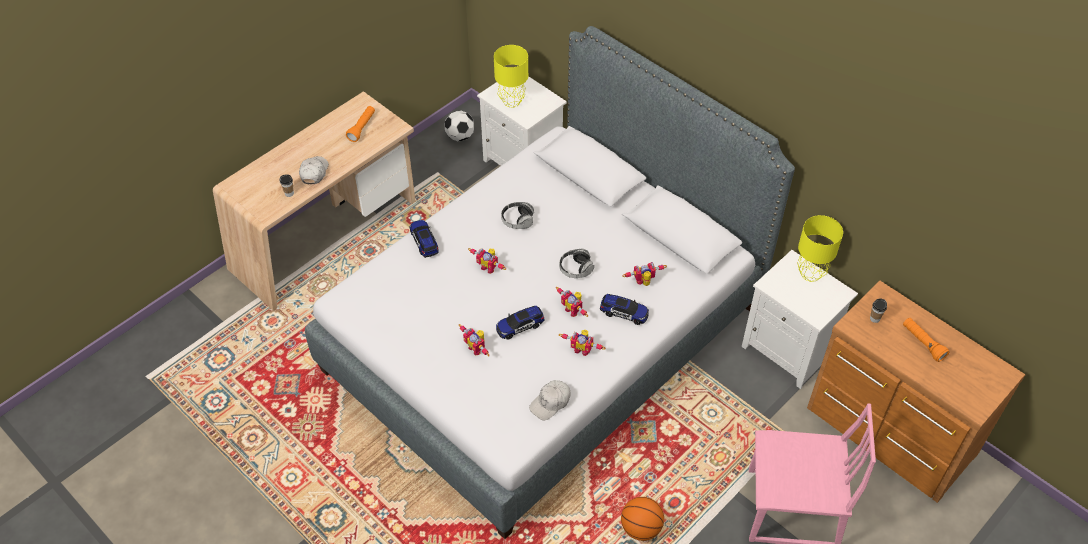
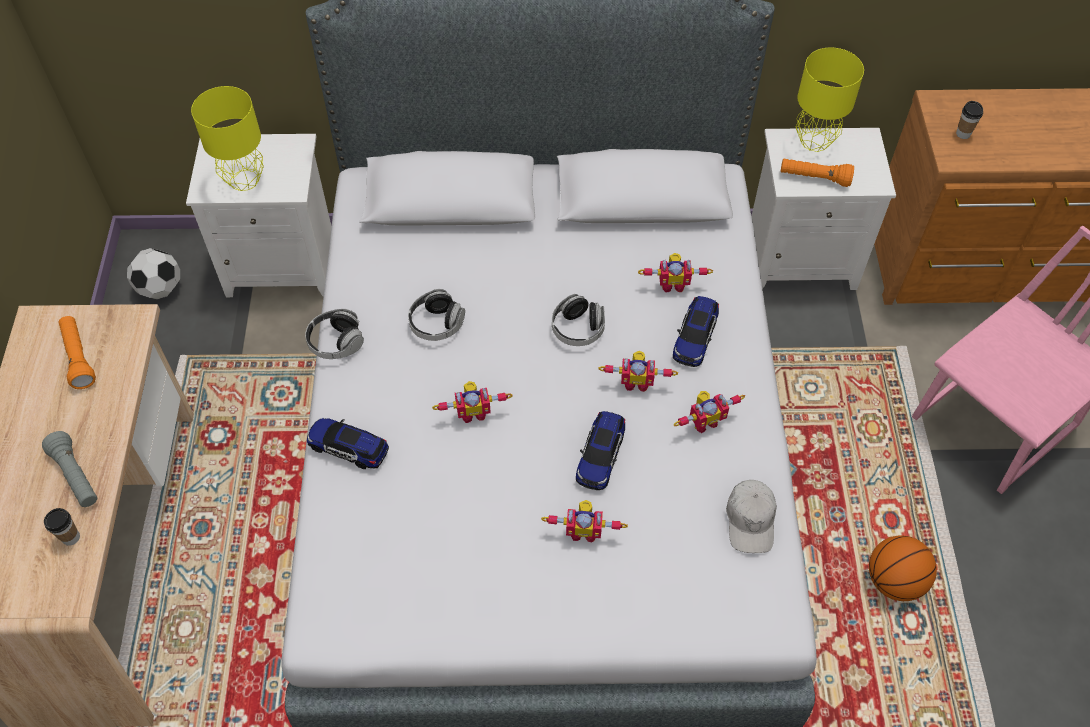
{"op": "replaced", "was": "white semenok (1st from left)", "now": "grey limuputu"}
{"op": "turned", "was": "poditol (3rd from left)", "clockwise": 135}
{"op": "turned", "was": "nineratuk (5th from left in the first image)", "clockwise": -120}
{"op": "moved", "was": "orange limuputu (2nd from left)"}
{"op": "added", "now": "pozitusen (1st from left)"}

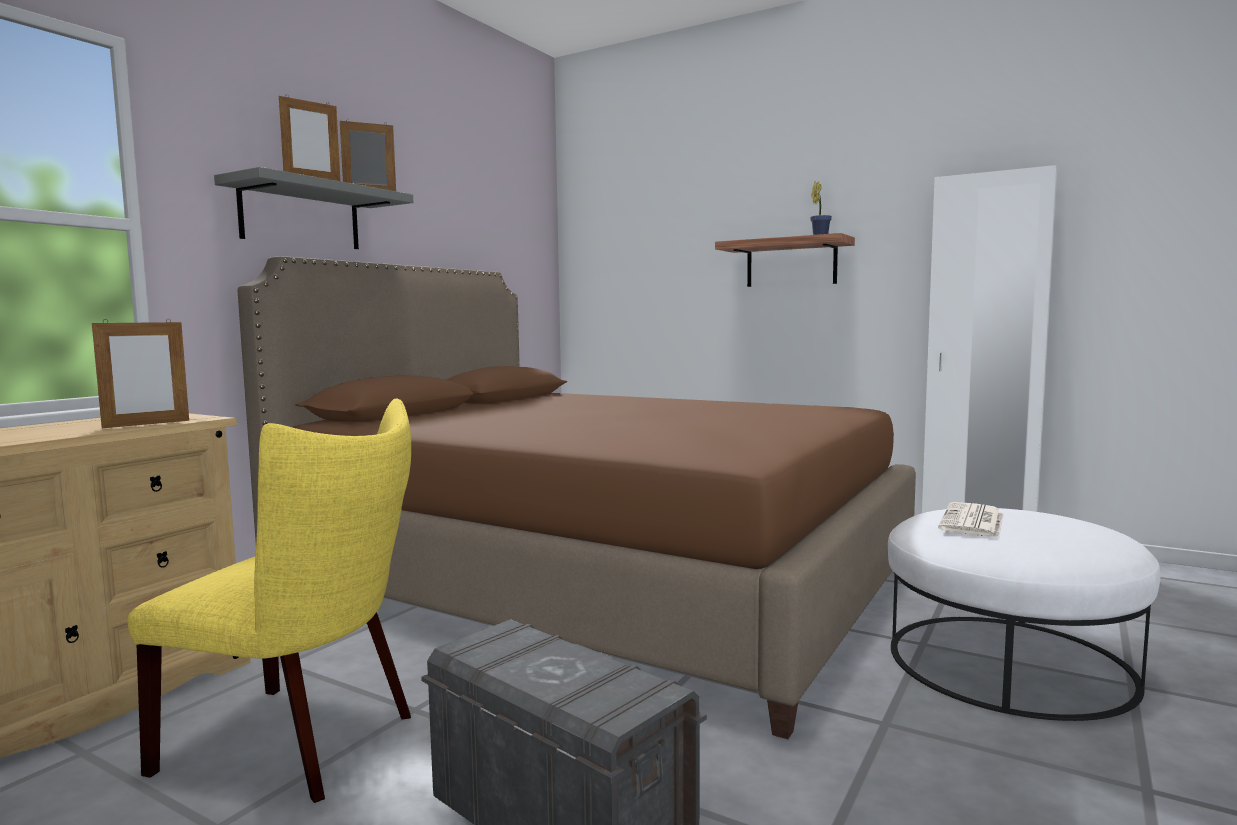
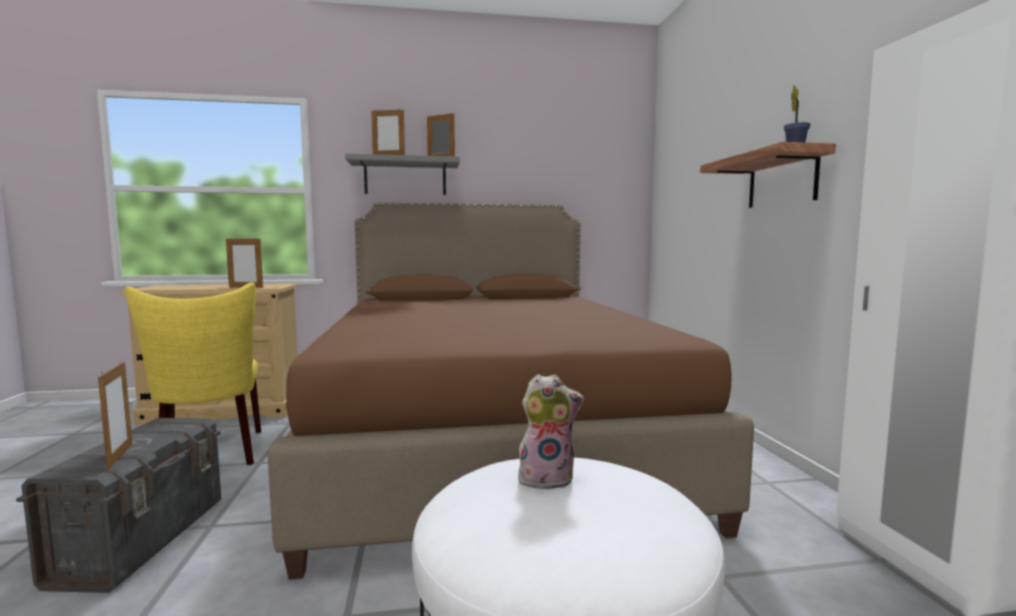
{"op": "replaced", "was": "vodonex", "now": "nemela"}
{"op": "added", "now": "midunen (1st from left)"}

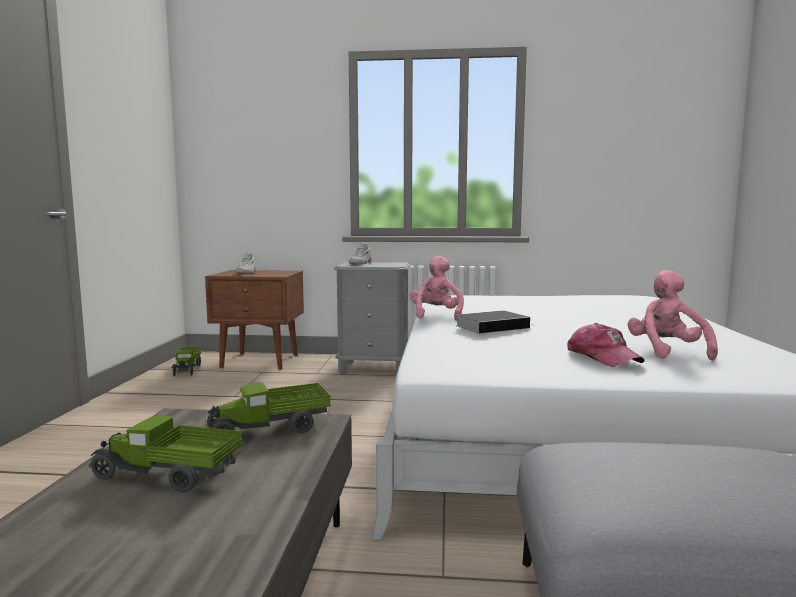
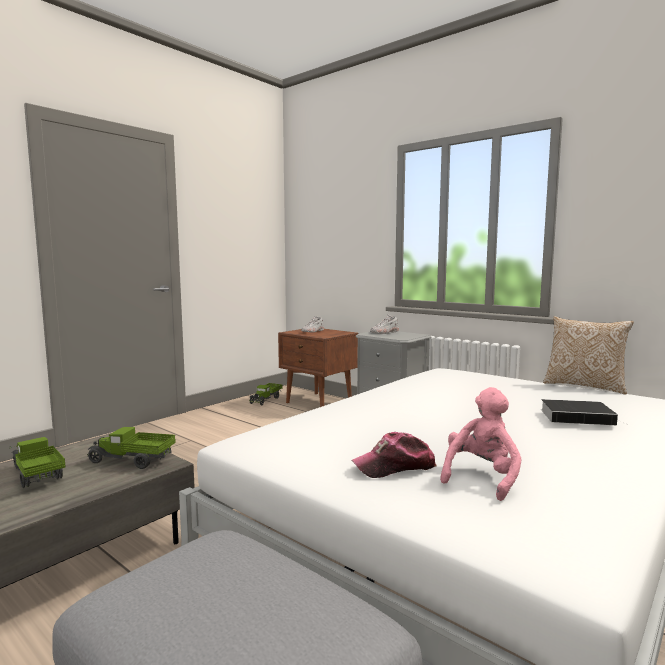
{"op": "removed", "was": "pink nemela (1st from left)"}
{"op": "moved", "was": "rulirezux"}
{"op": "turned", "was": "semenok", "clockwise": 60}
{"op": "added", "now": "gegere"}

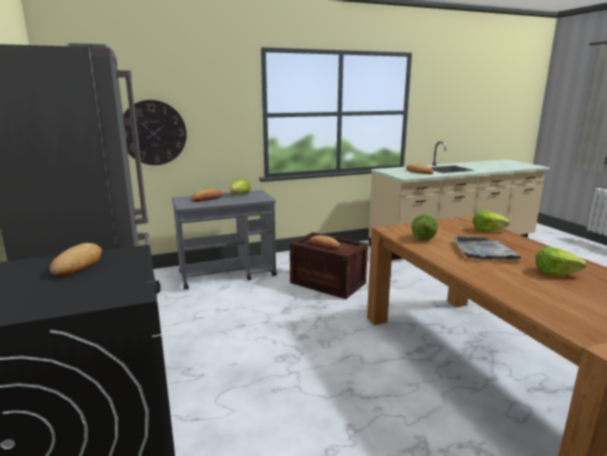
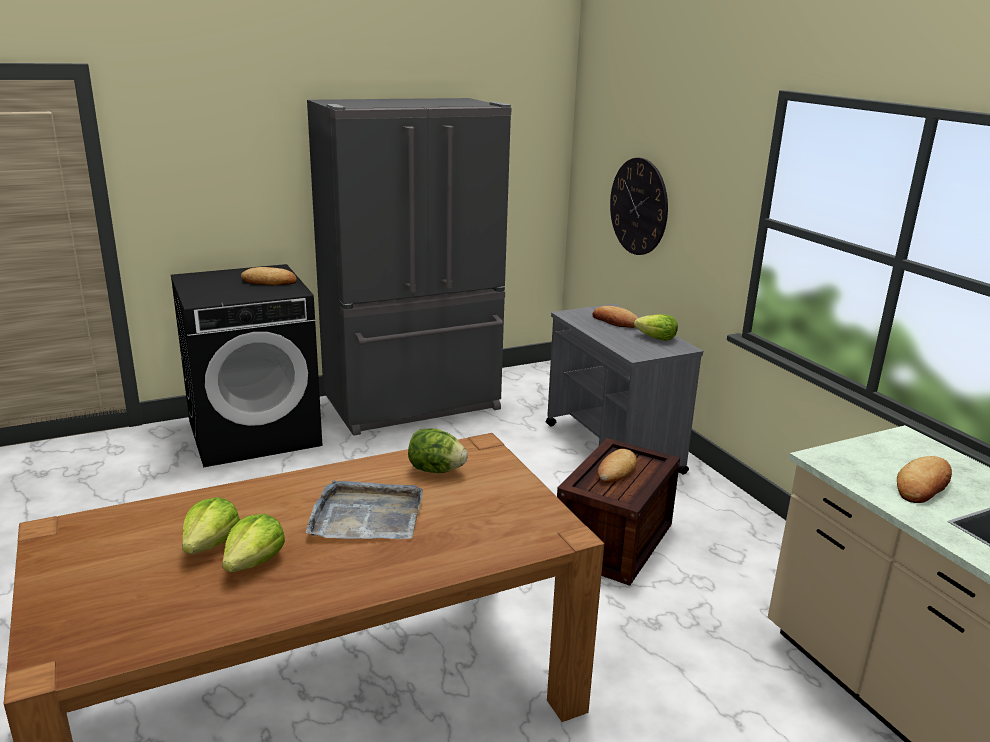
{"op": "moved", "was": "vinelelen (3rd from left in the first image)", "now": "vinelelen (1st from left)"}

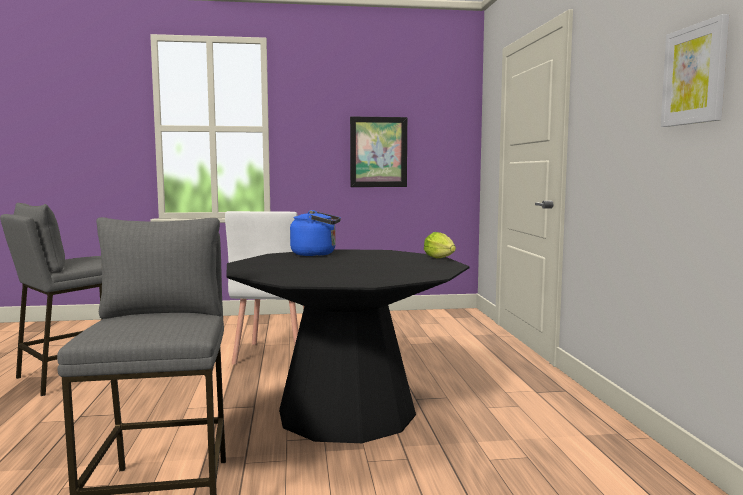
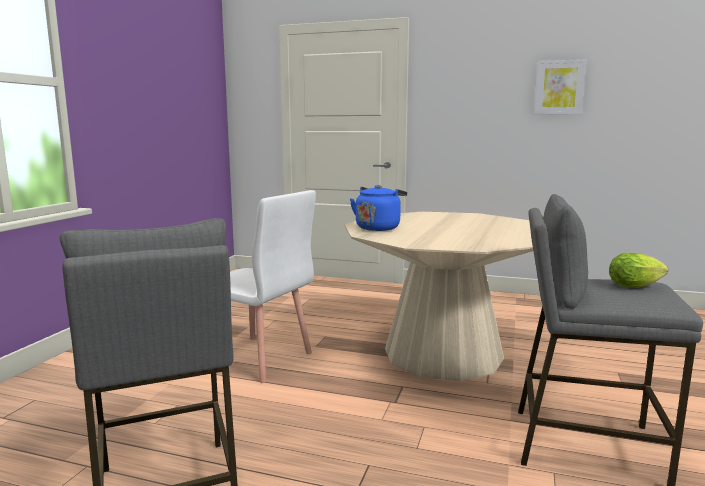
{"op": "recoloured", "was": "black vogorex", "now": "beige vogorex"}
{"op": "removed", "was": "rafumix (1st from left)"}
{"op": "moved", "was": "vinelelen"}

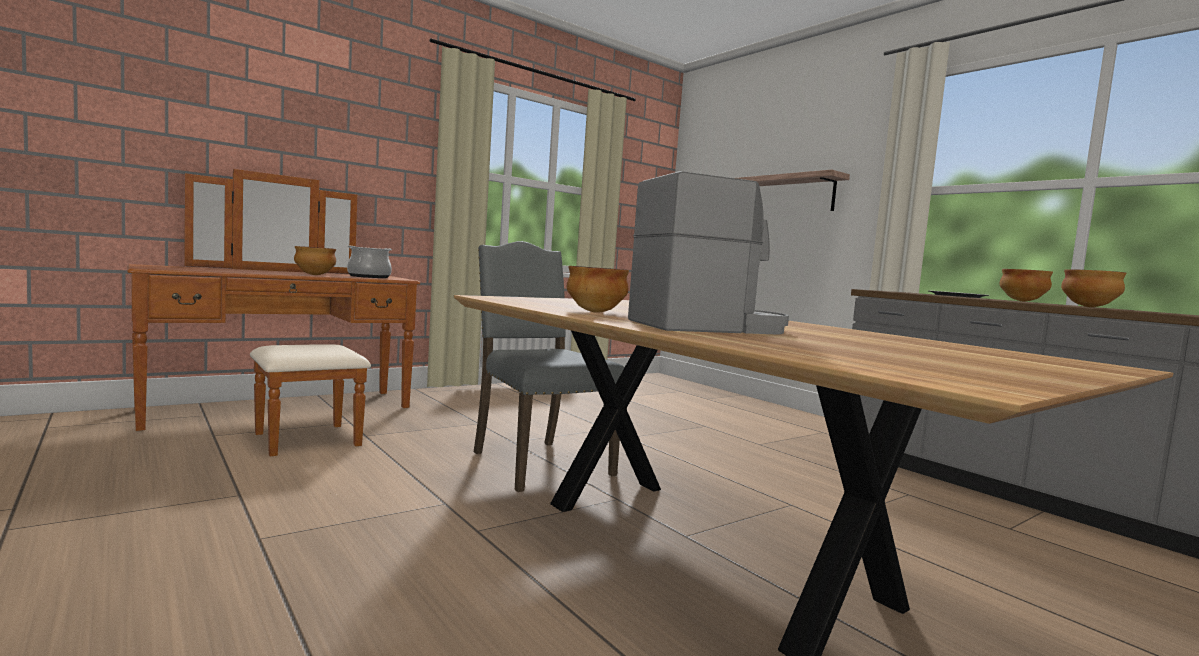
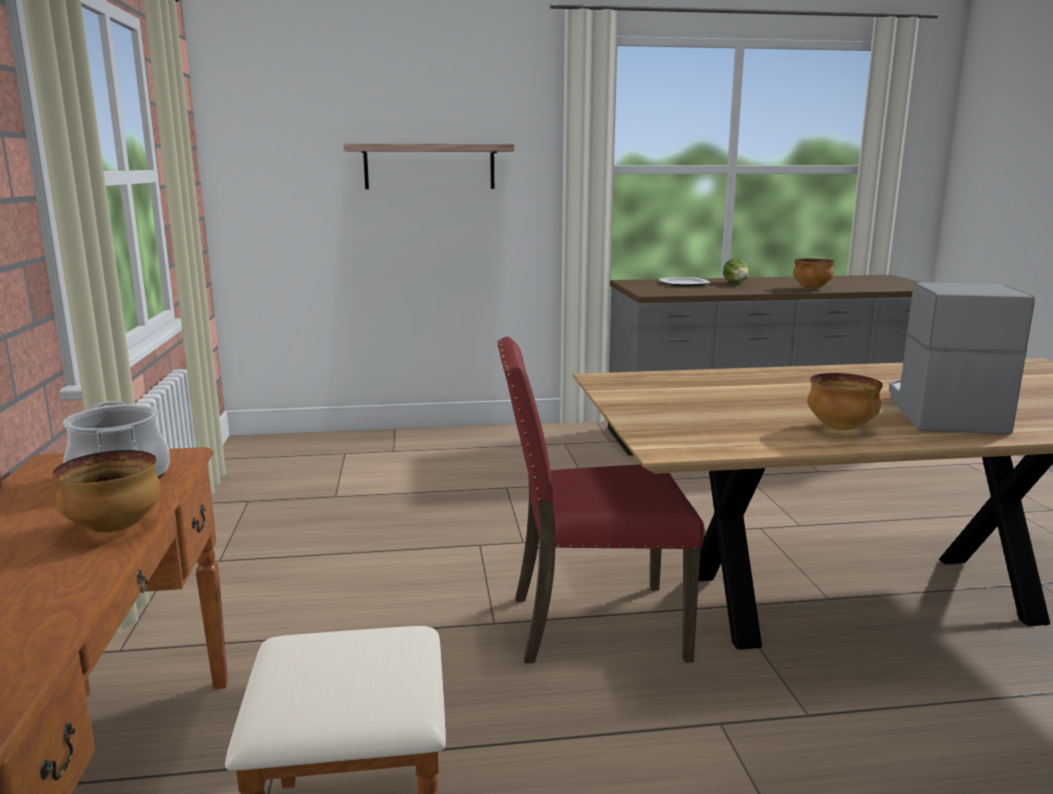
{"op": "recoloured", "was": "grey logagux", "now": "red logagux"}
{"op": "replaced", "was": "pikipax (3rd from left)", "now": "vinelelen"}

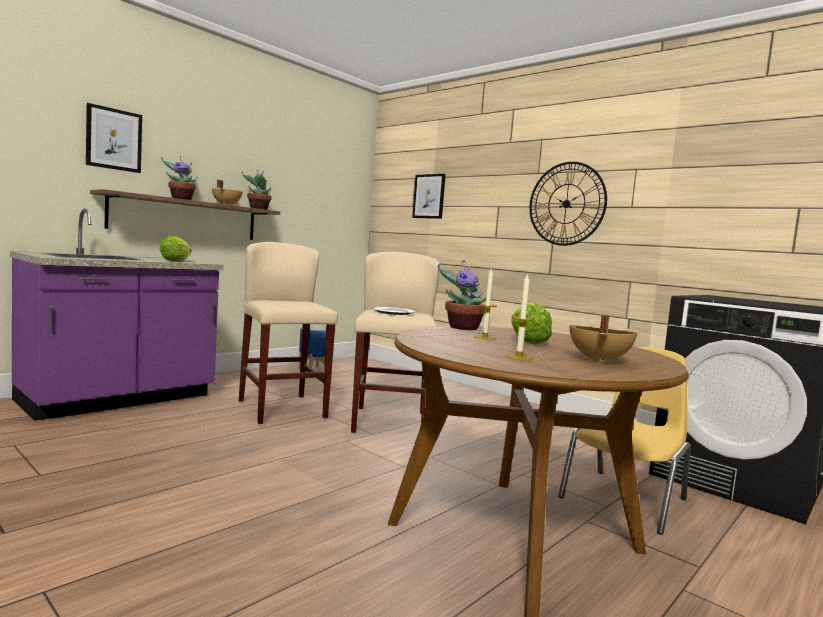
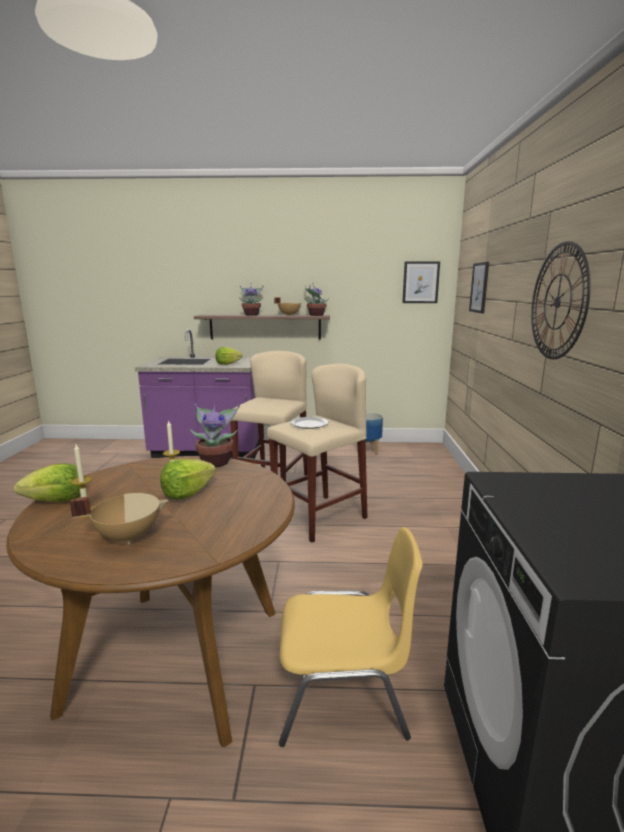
{"op": "moved", "was": "rafumix (1st from left)"}
{"op": "added", "now": "vinelelen (1st from left)"}

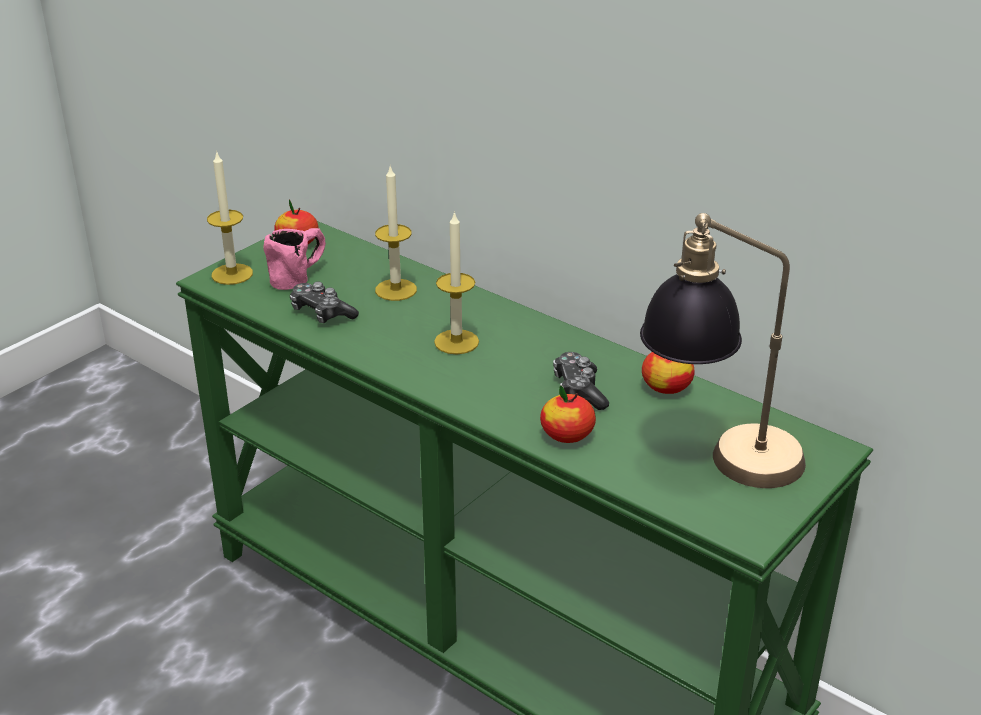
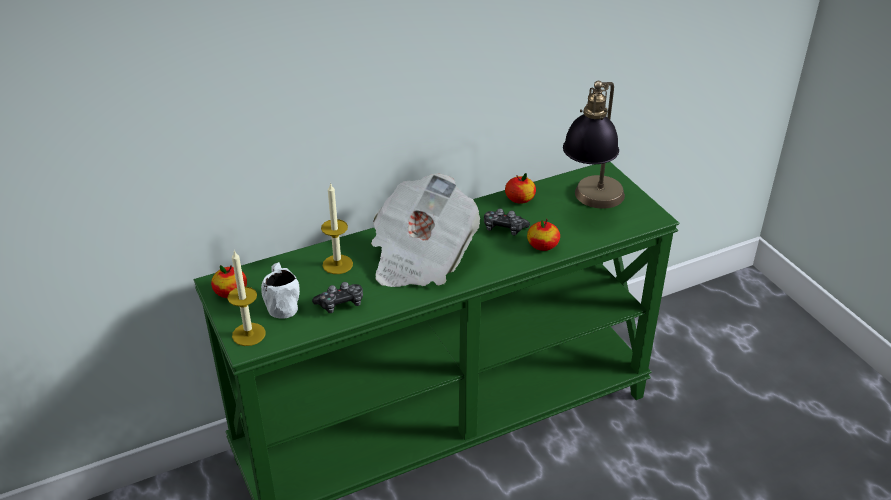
{"op": "recoloured", "was": "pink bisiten", "now": "white bisiten"}
{"op": "replaced", "was": "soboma (3rd from left)", "now": "vodonex"}

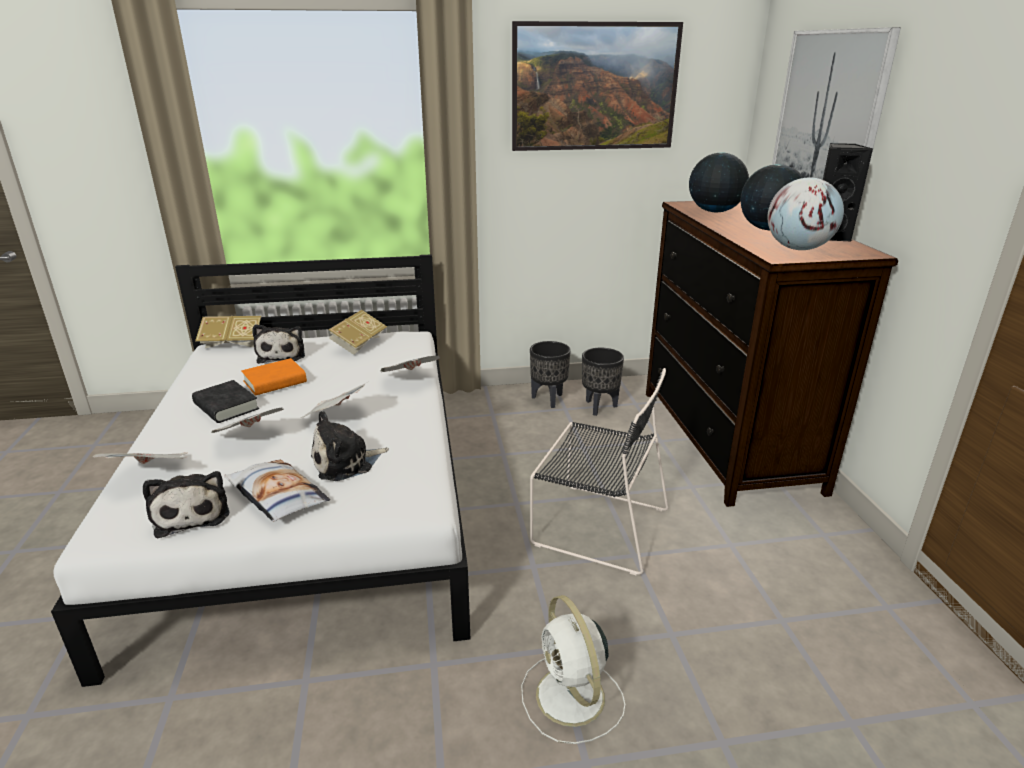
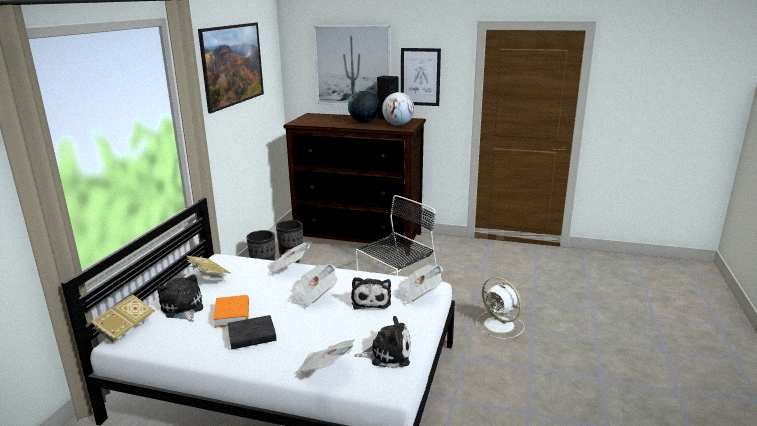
{"op": "moved", "was": "vodonex (2nd from left in the first image)", "now": "vodonex (4th from left)"}
{"op": "removed", "was": "gegere"}
{"op": "turned", "was": "nemela (2nd from left in the first image)", "clockwise": -135}
{"op": "turned", "was": "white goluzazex", "clockwise": 45}
{"op": "removed", "was": "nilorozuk (1st from left)"}
{"op": "added", "now": "rafumix (3rd from left)"}

